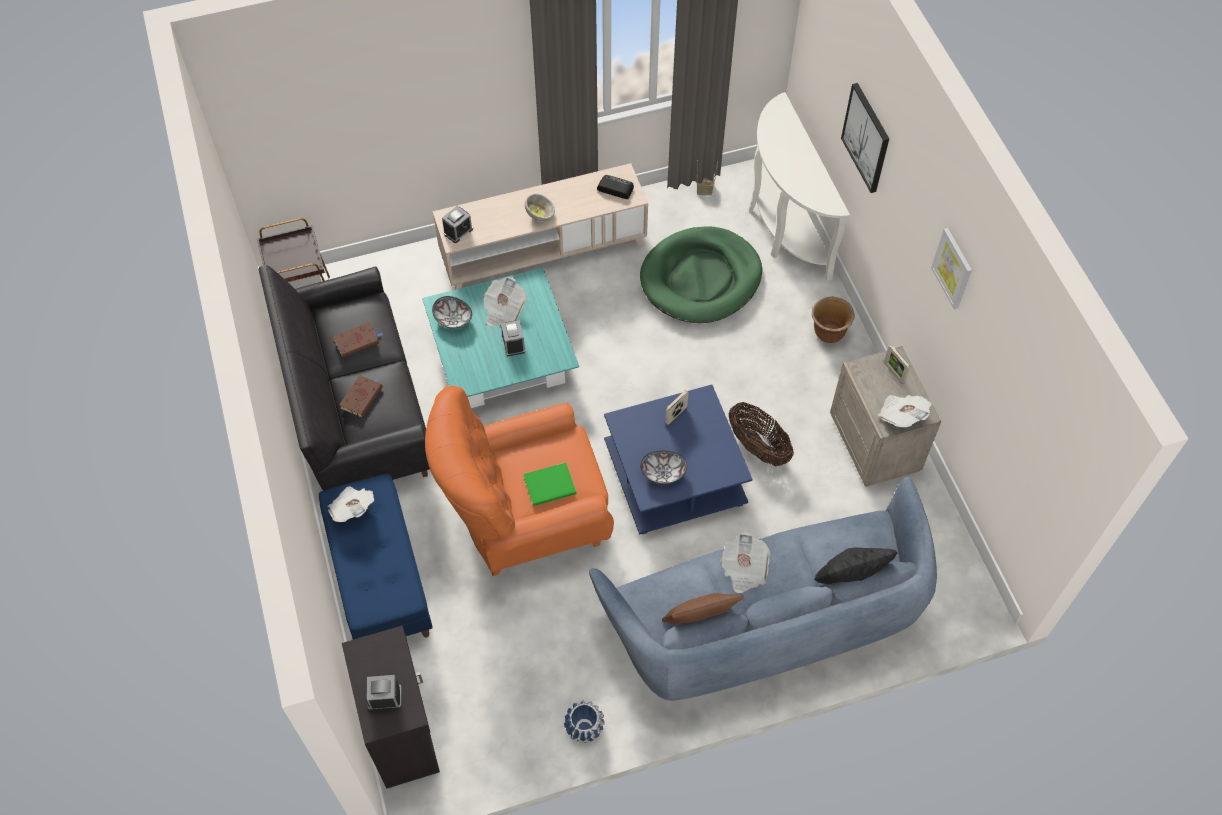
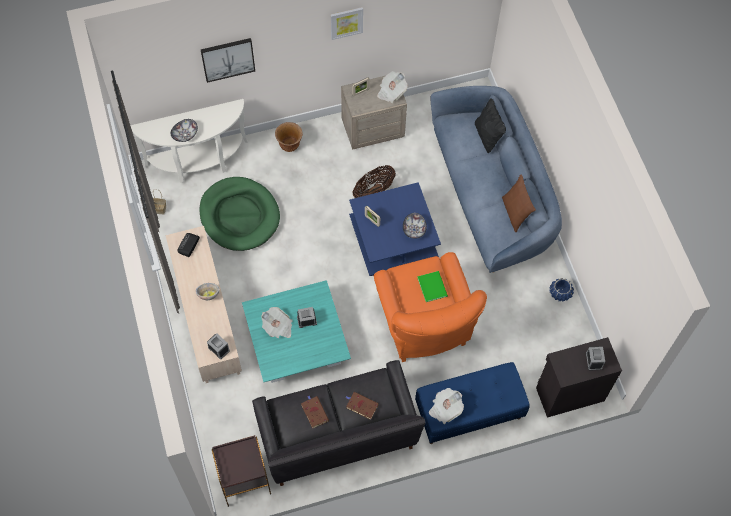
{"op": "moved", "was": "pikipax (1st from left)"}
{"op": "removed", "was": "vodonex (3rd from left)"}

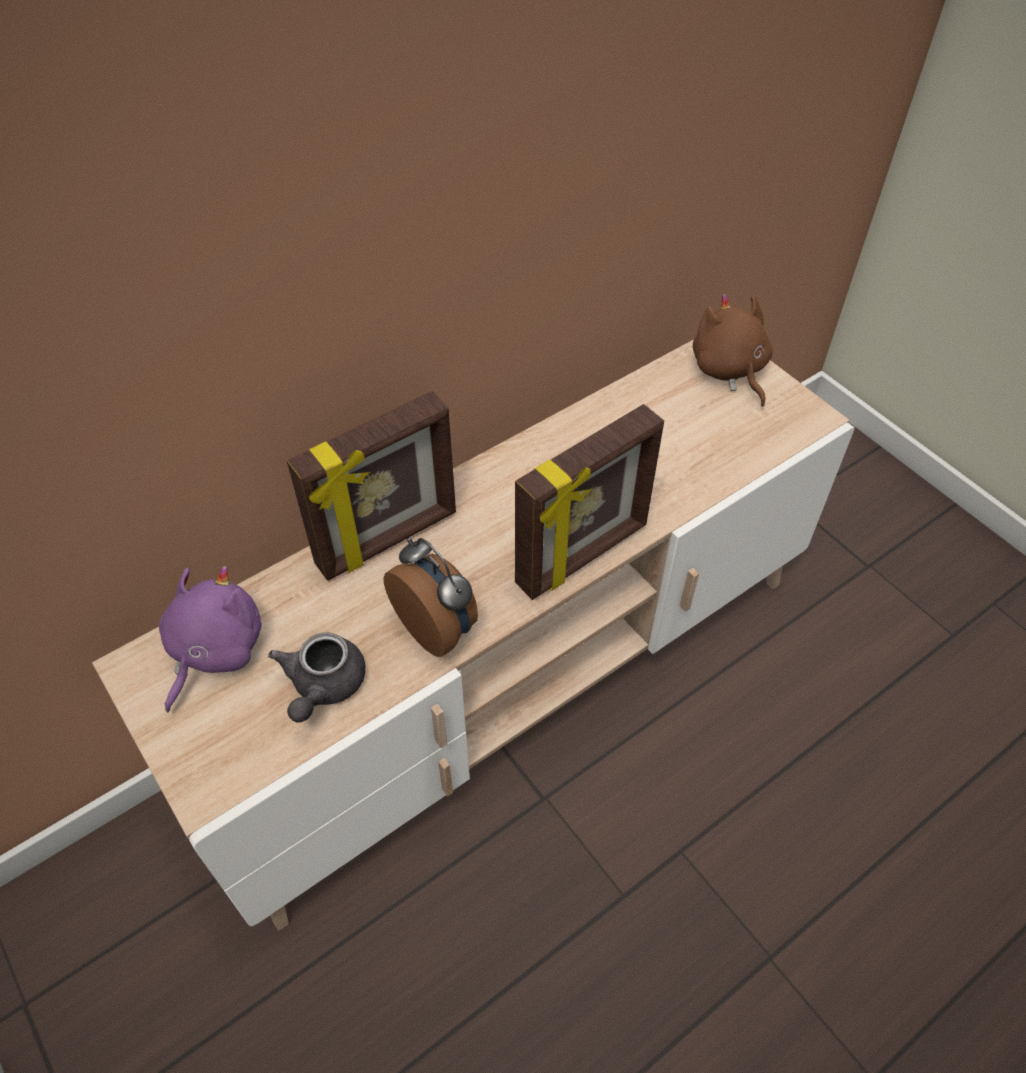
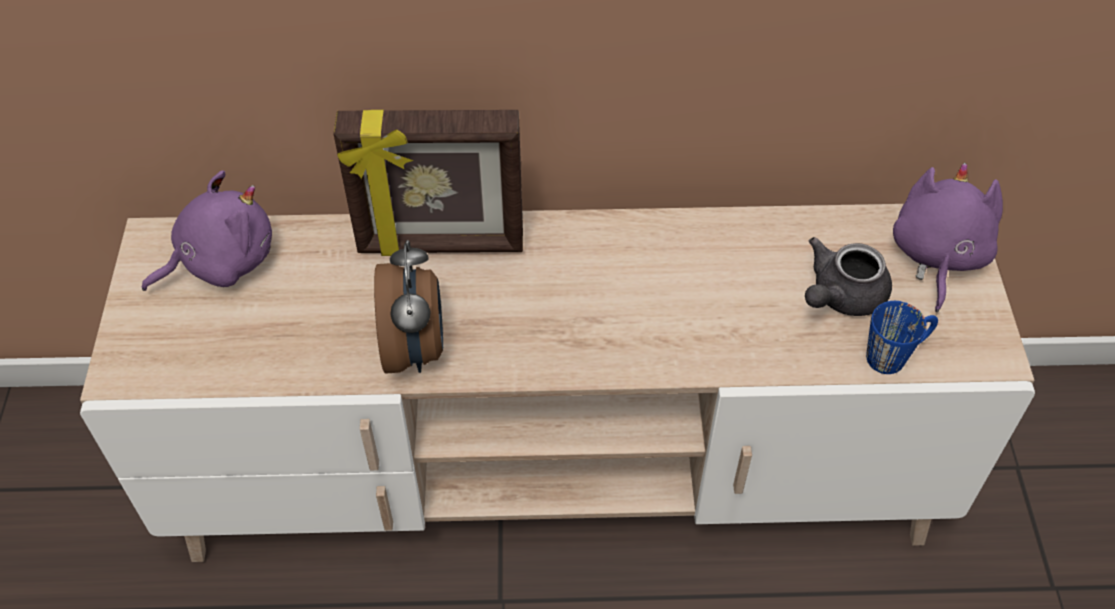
{"op": "moved", "was": "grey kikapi"}
{"op": "removed", "was": "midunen (2nd from left)"}
{"op": "recoloured", "was": "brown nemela", "now": "purple nemela (2nd from left)"}
{"op": "added", "now": "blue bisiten"}

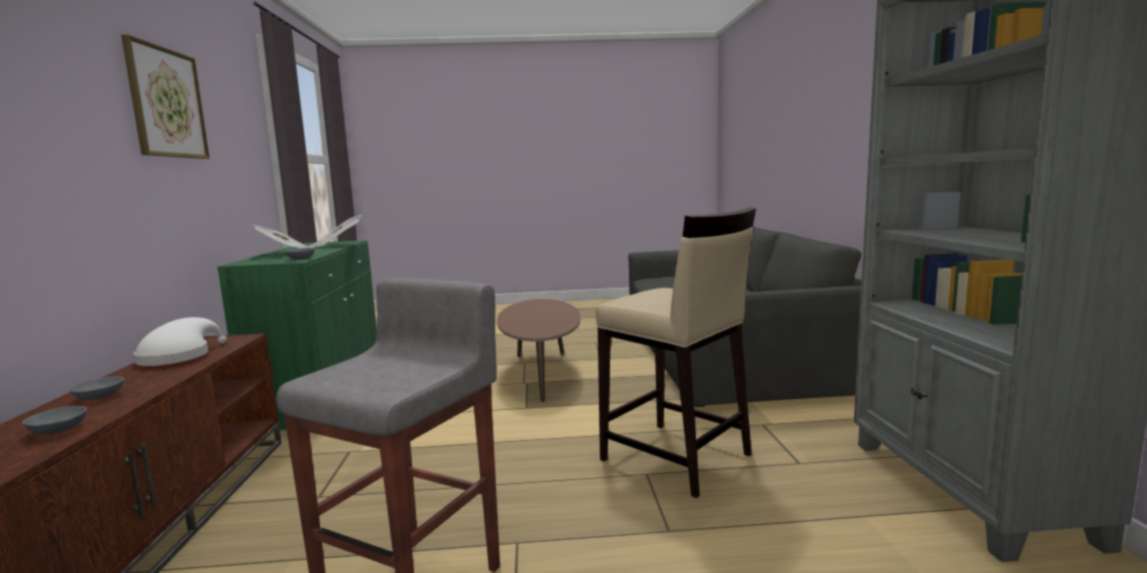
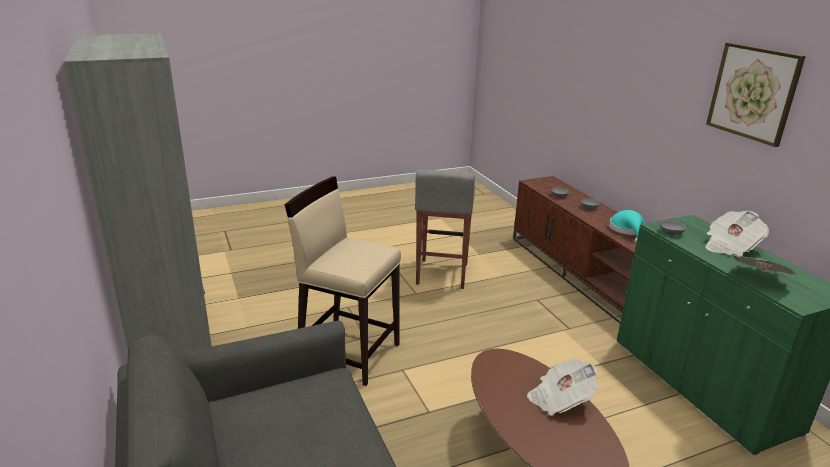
{"op": "recoloured", "was": "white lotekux", "now": "turquoise lotekux"}
{"op": "added", "now": "vodonex (1st from left)"}

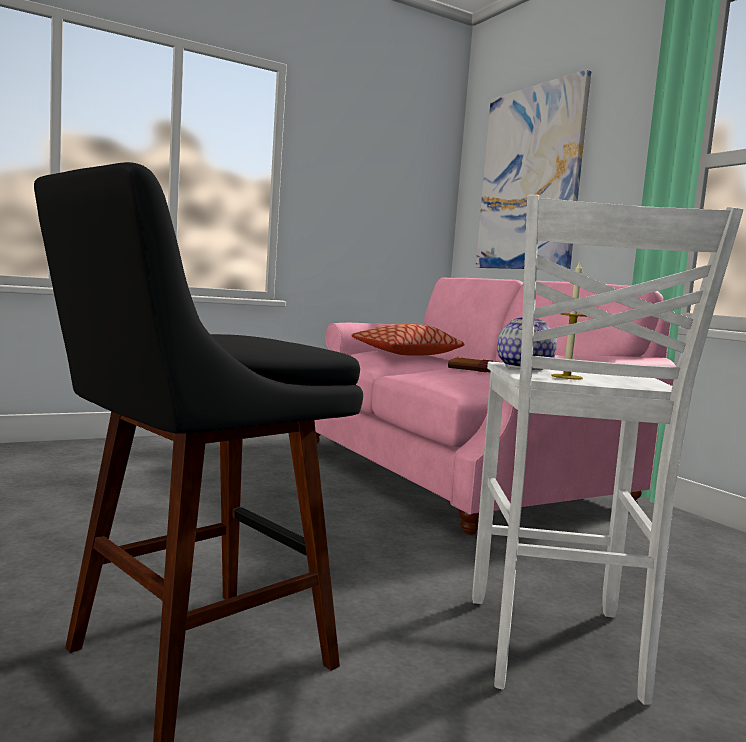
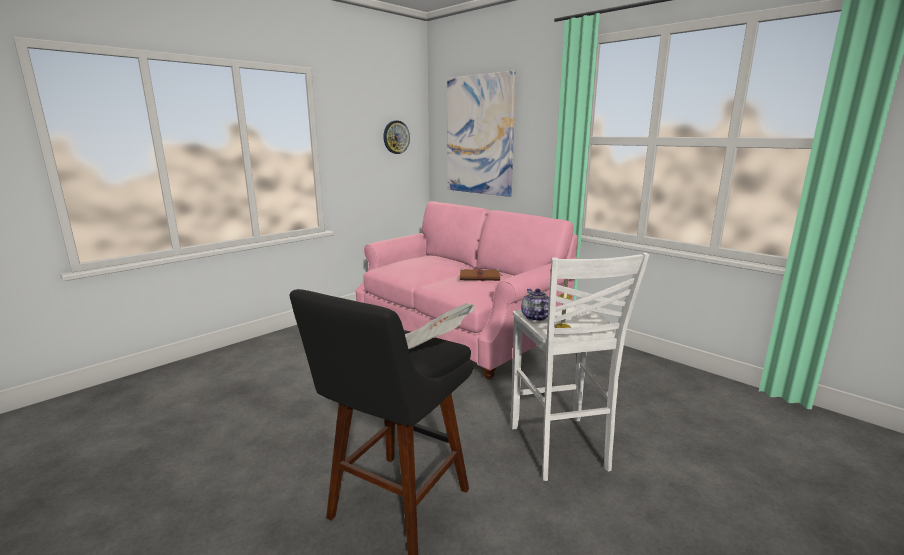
{"op": "removed", "was": "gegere"}
{"op": "added", "now": "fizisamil"}
{"op": "added", "now": "vodonex"}

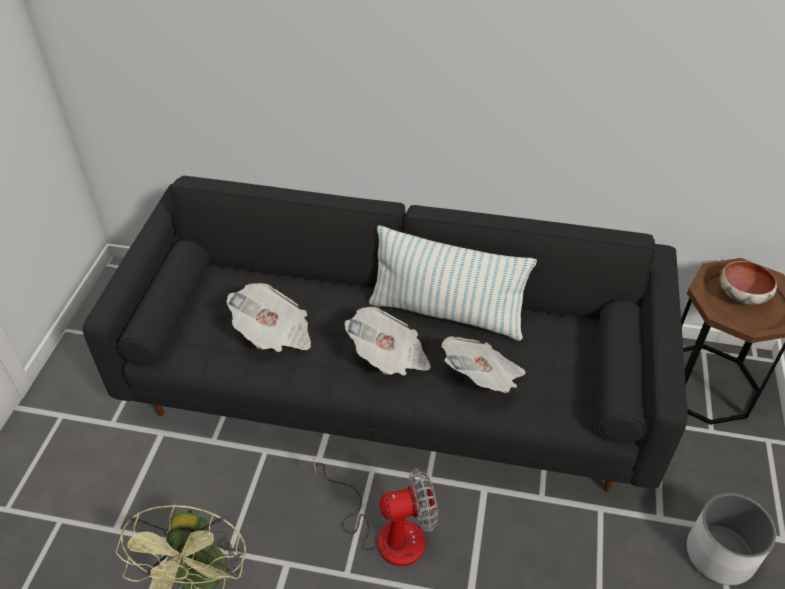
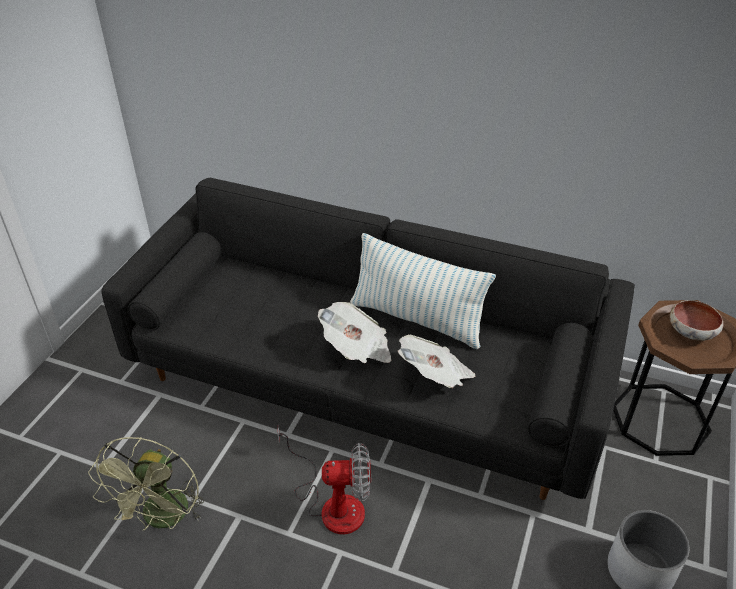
{"op": "removed", "was": "vodonex (1st from left)"}

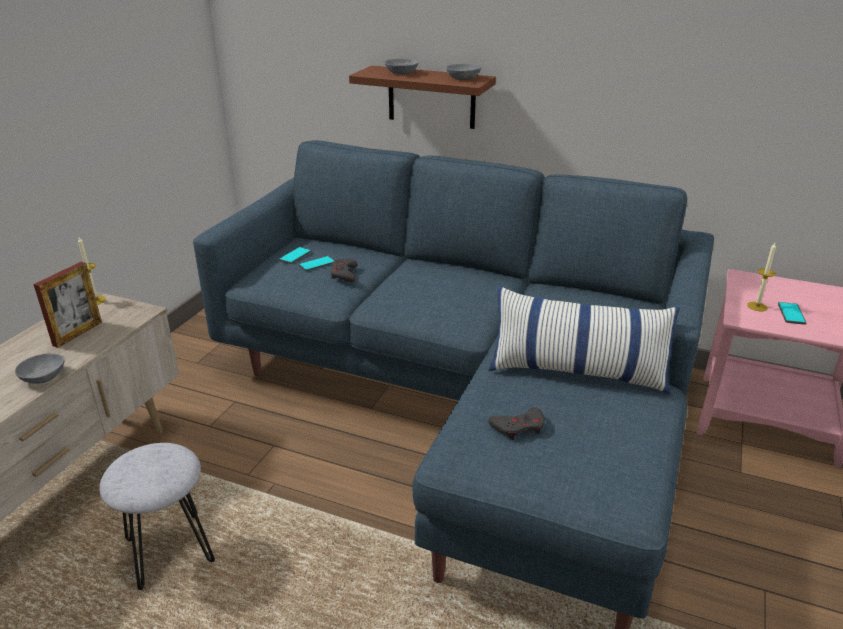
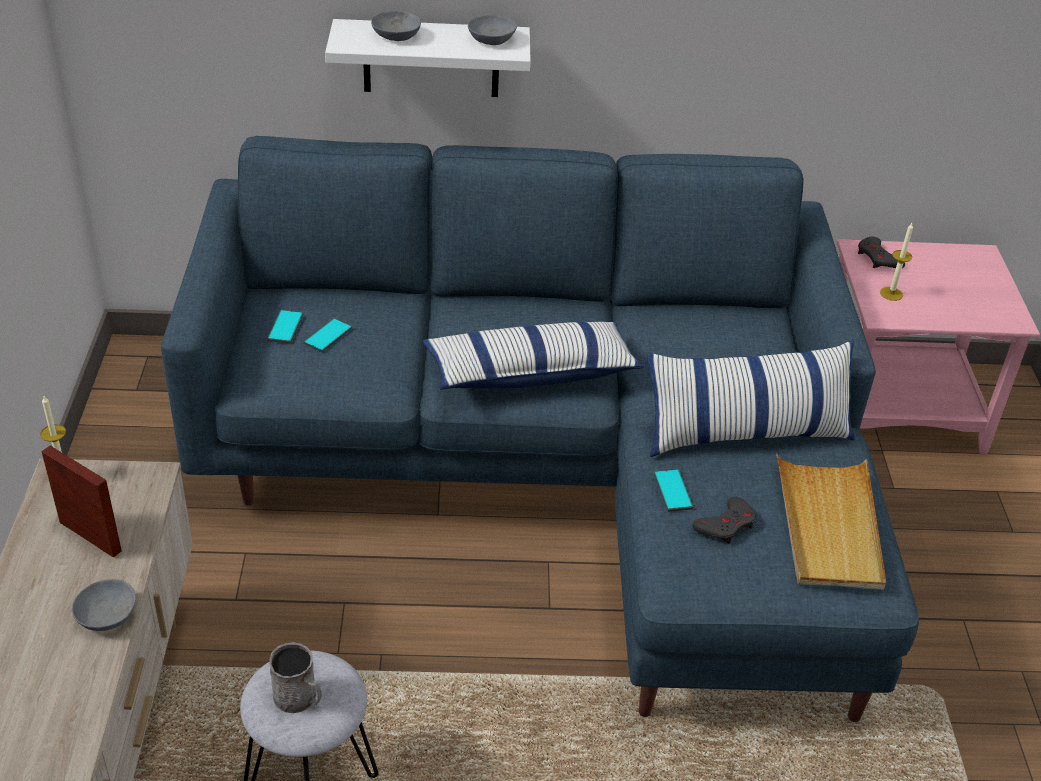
{"op": "turned", "was": "midunen", "clockwise": -60}
{"op": "moved", "was": "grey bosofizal (1st from left in the first image)", "now": "grey bosofizal (2nd from left)"}
{"op": "recoloured", "was": "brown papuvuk", "now": "white papuvuk"}
{"op": "moved", "was": "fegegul (3rd from left)"}
{"op": "added", "now": "grey bisiten"}
{"op": "added", "now": "gegere (1st from left)"}
{"op": "added", "now": "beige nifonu"}

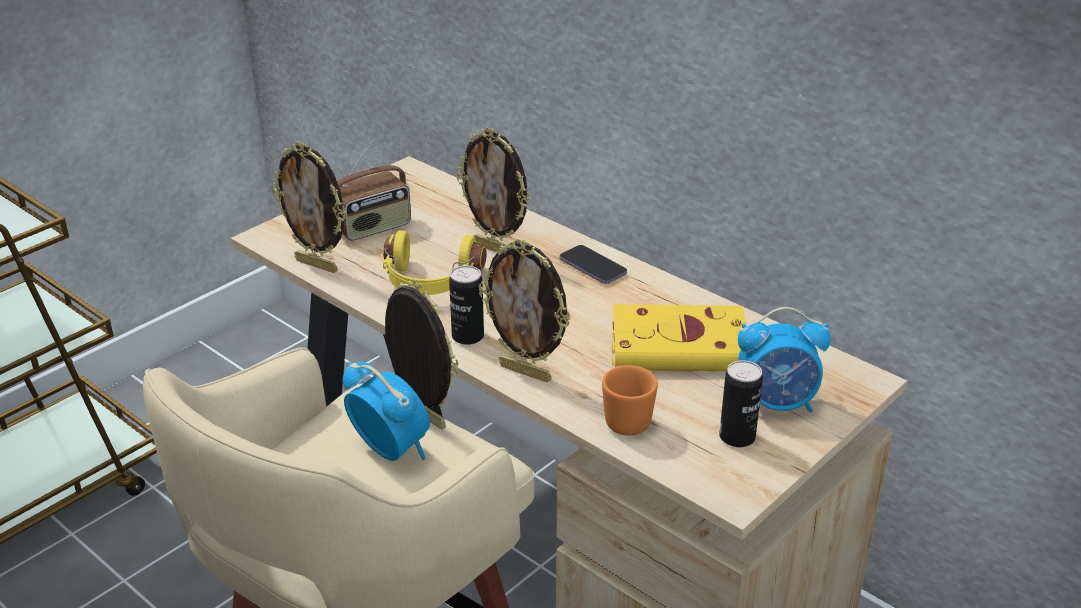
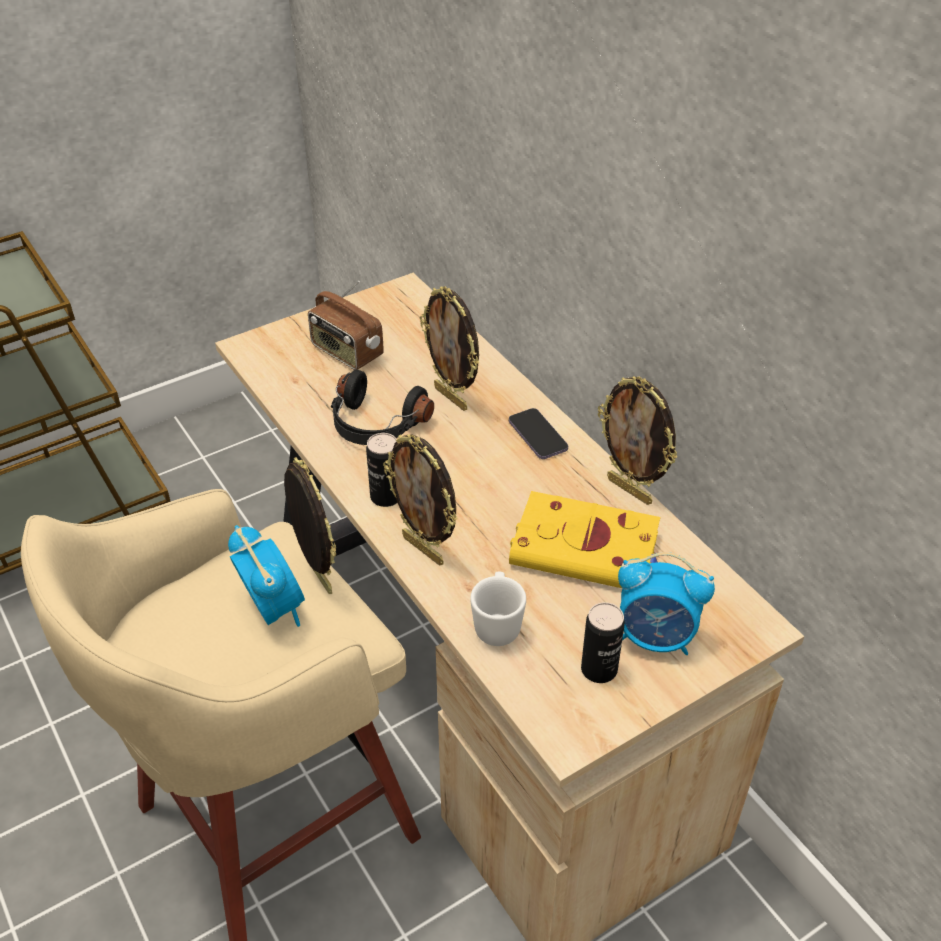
{"op": "moved", "was": "midunen (1st from left in the first image)", "now": "midunen (4th from left)"}
{"op": "turned", "was": "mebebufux", "clockwise": 60}
{"op": "recoloured", "was": "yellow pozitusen", "now": "black pozitusen"}
{"op": "recoloured", "was": "orange bisiten", "now": "white bisiten"}

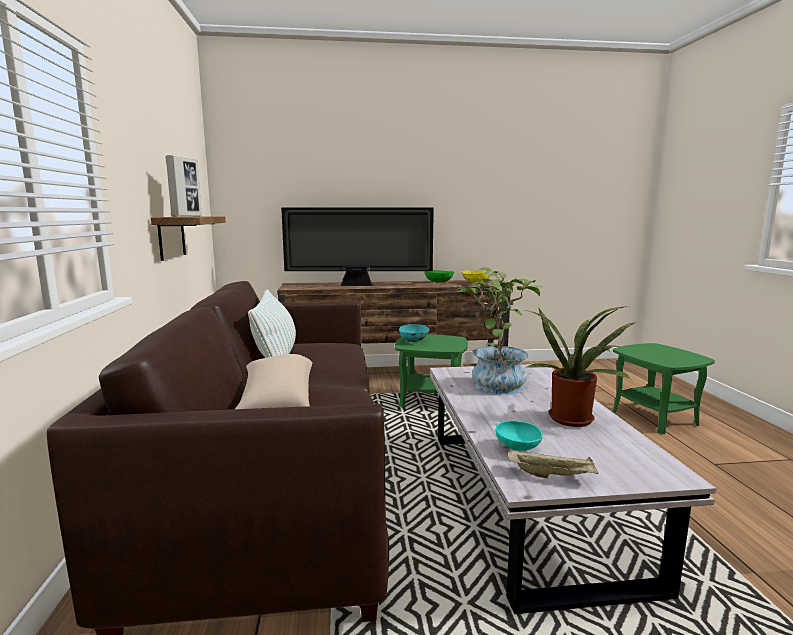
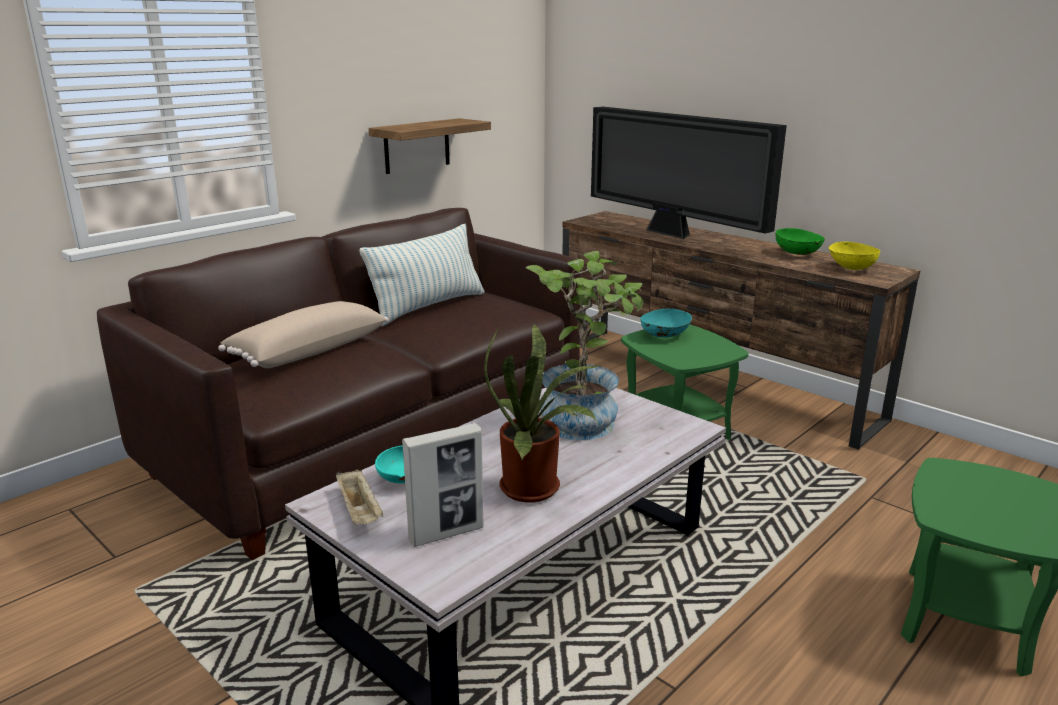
{"op": "moved", "was": "midunen"}

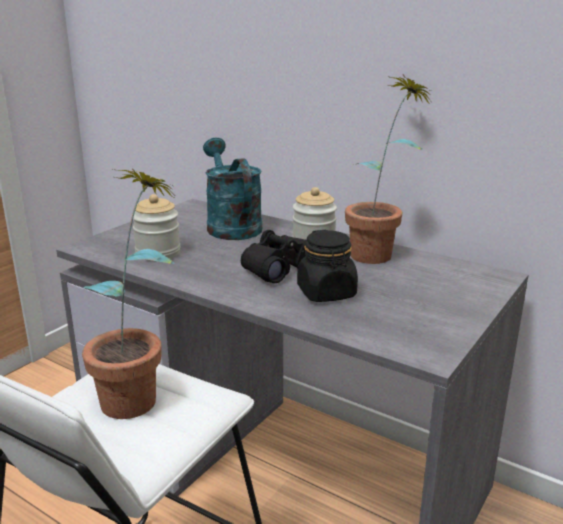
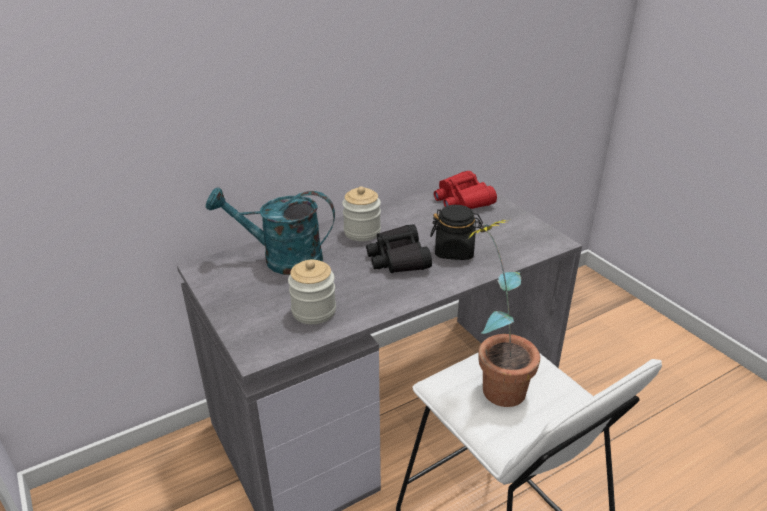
{"op": "removed", "was": "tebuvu (2nd from left)"}
{"op": "added", "now": "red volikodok"}

